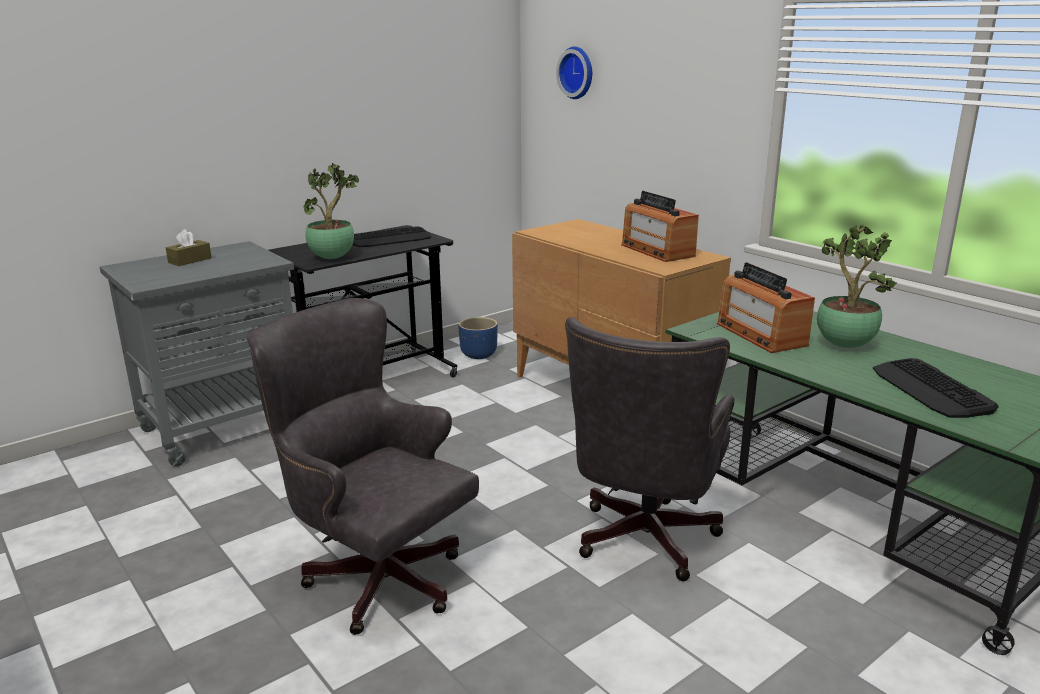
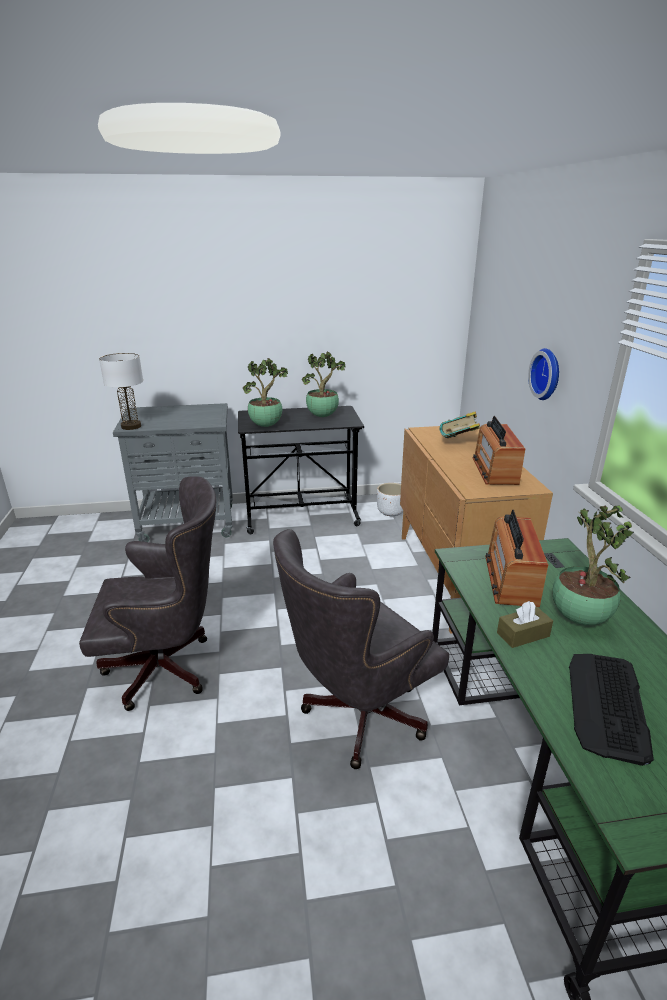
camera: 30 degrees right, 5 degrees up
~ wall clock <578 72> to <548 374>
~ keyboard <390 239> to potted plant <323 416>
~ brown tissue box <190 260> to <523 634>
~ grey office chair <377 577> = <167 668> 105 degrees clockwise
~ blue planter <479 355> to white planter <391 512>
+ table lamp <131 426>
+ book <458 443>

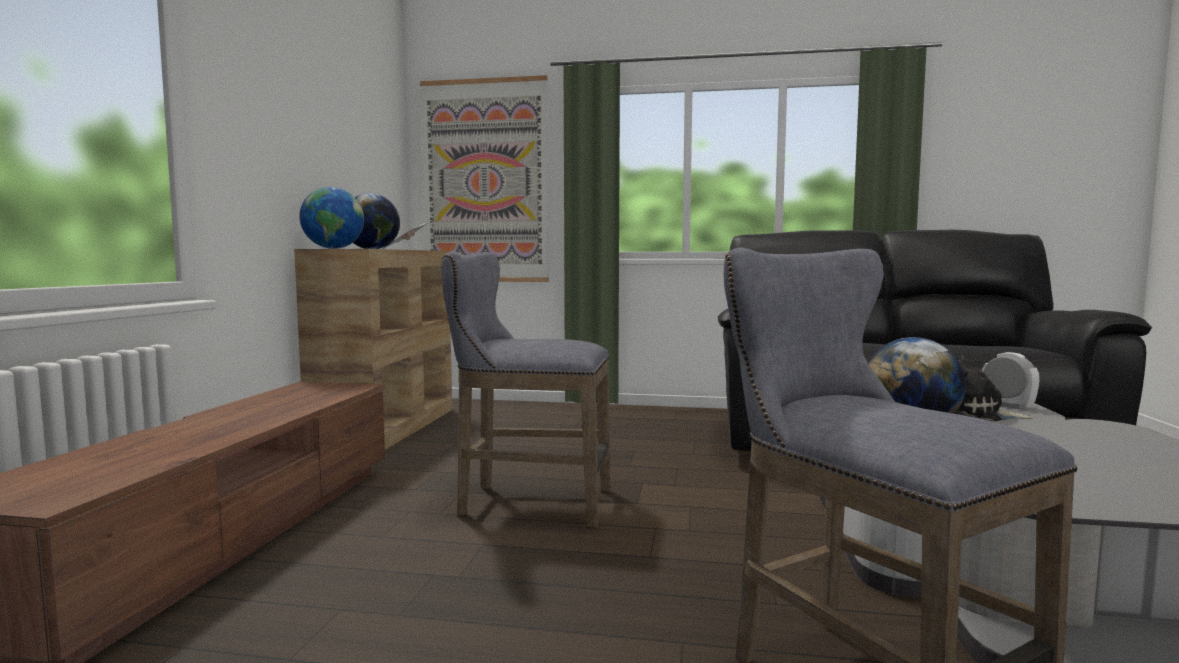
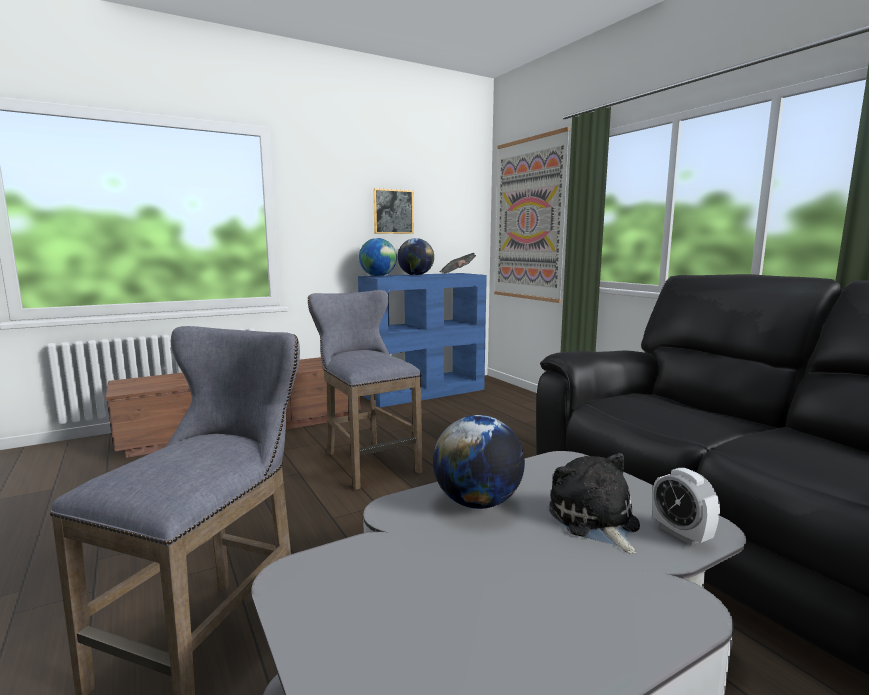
camera: 50 degrees right, 5 degrees up
~ brown bookcase <385 428> to blue bookcase <423 392>
~ alarm clock <1007 405> = <681 534> 135 degrees clockwise
+ picture <393 211>

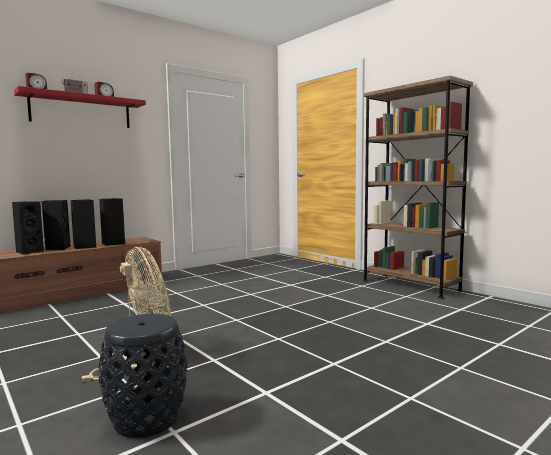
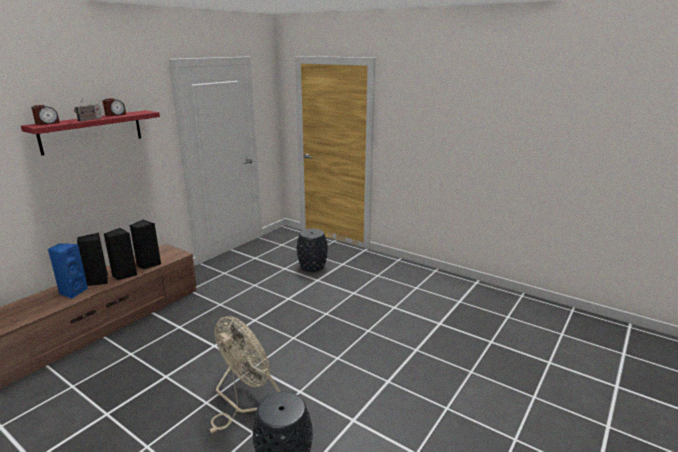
camera: 15 degrees left, 15 degrees up
- brown bookcase <410 285>
~ black speaker <28 252> to blue speaker <73 292>
+ black stool <312 266>

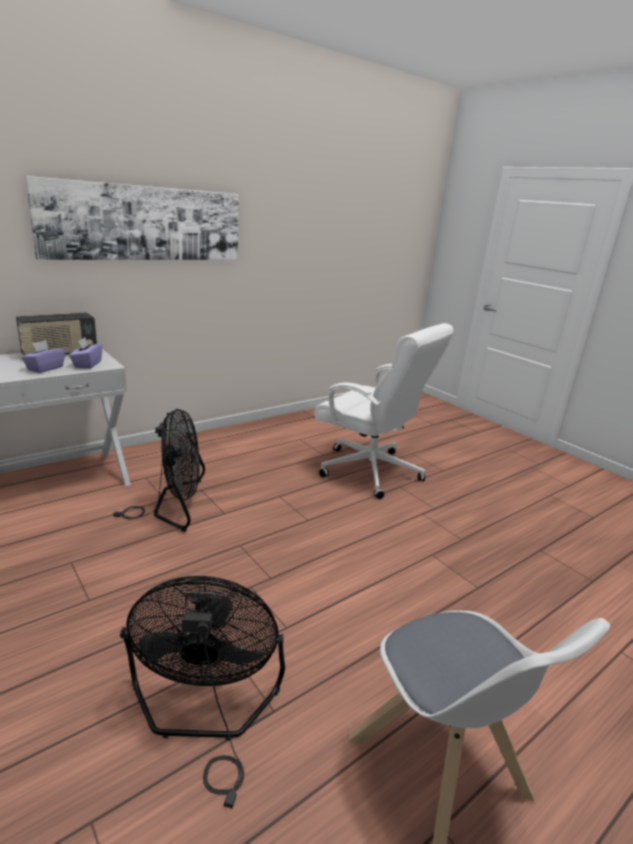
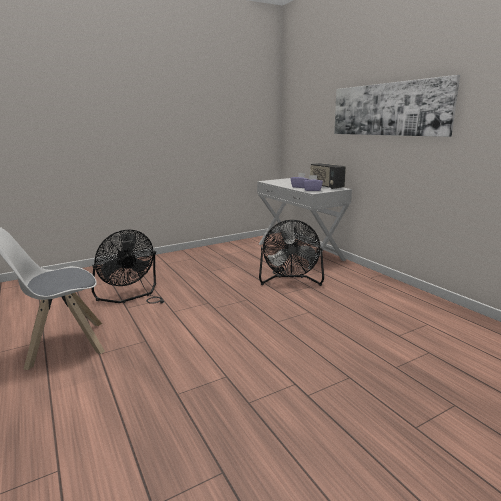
camera: 100 degrees right, 5 degrees down
- white office chair <369 470>
~ black fan <206 716> = <134 295> 135 degrees counterclockwise

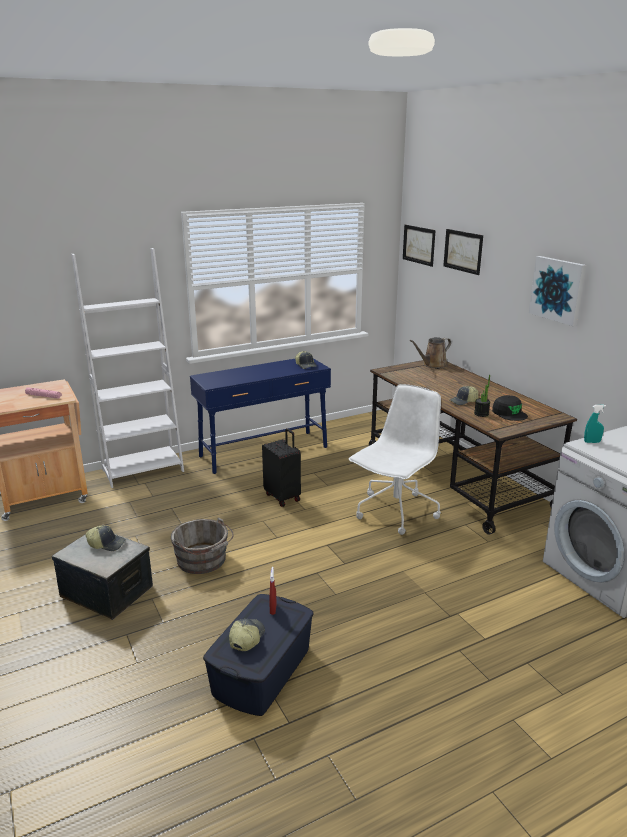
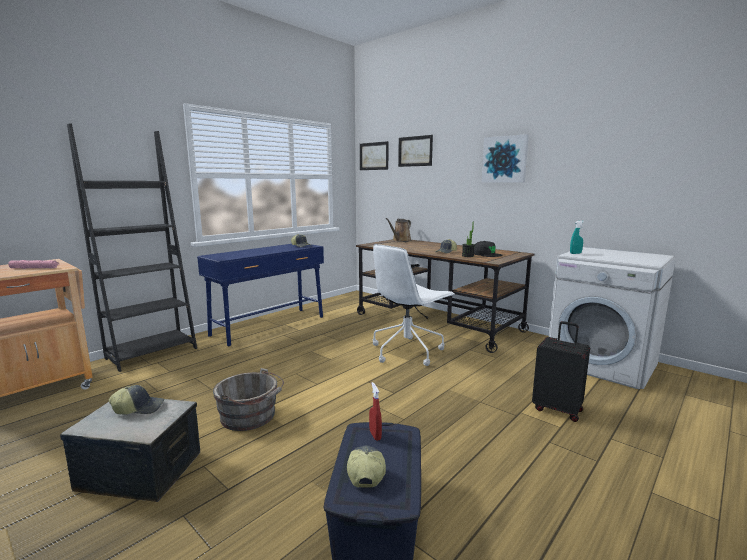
camera: 20 degrees left, 10 degrees down
~ white bookcase <143 470> to black bookcase <152 353>
~ white office chair <394 513> = <409 351> 150 degrees counterclockwise
~ black suitcase <283 497> to <557 409>

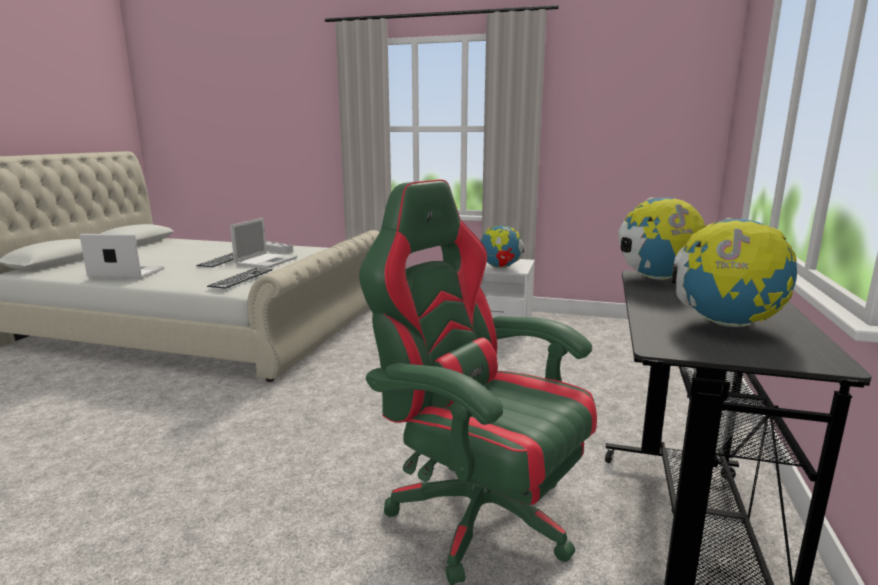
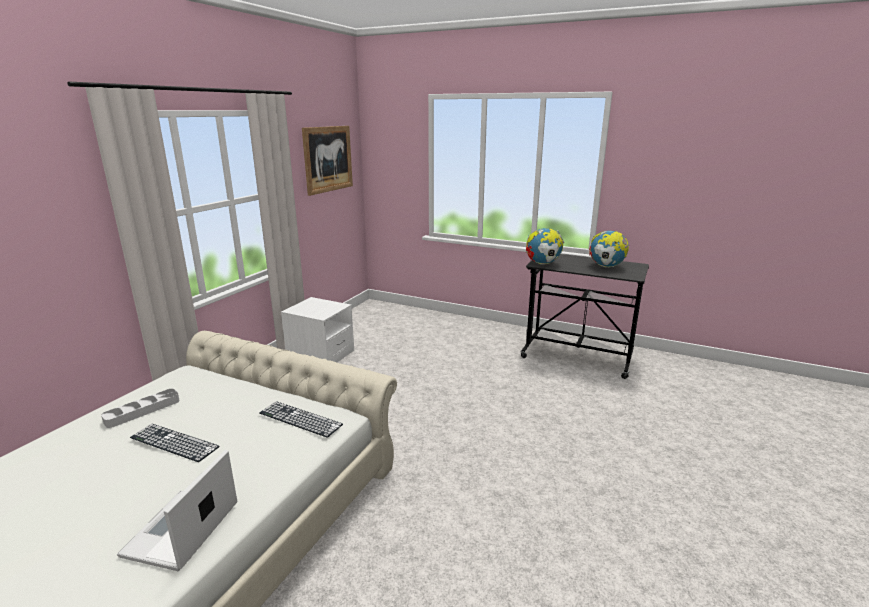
camera: 80 degrees left, 5 degrees up
- green office chair <482 515>
- laptop <267 261>
- globe <500 268>
+ picture <328 159>

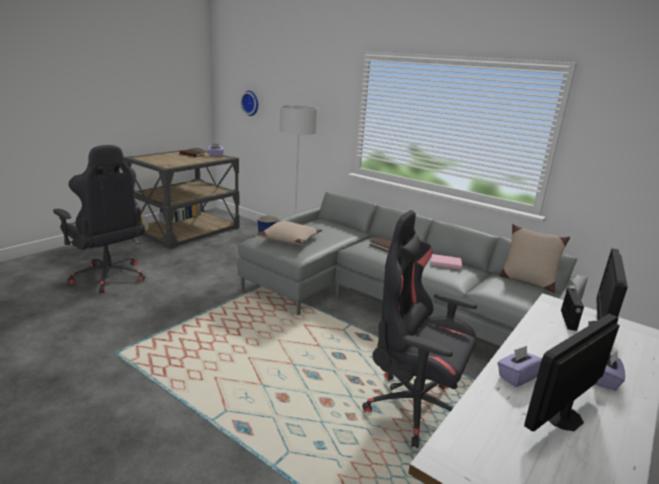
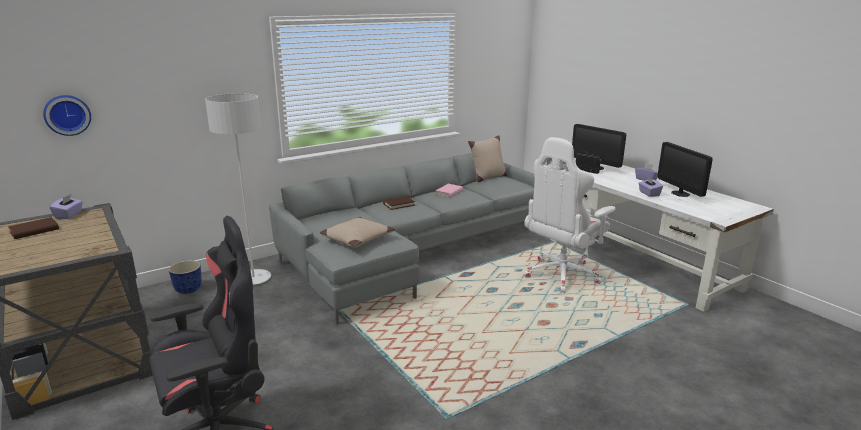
camera: 70 degrees left, 0 degrees up
~ black office chair <416 409> to white office chair <562 275>

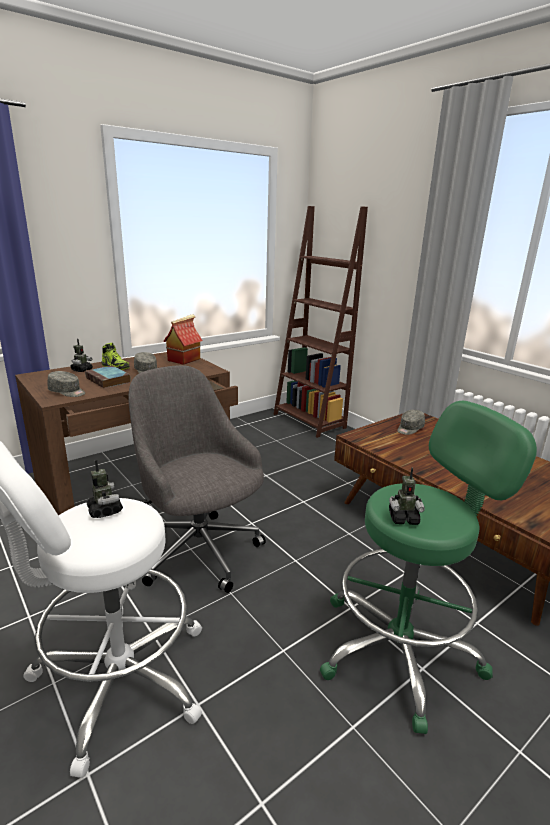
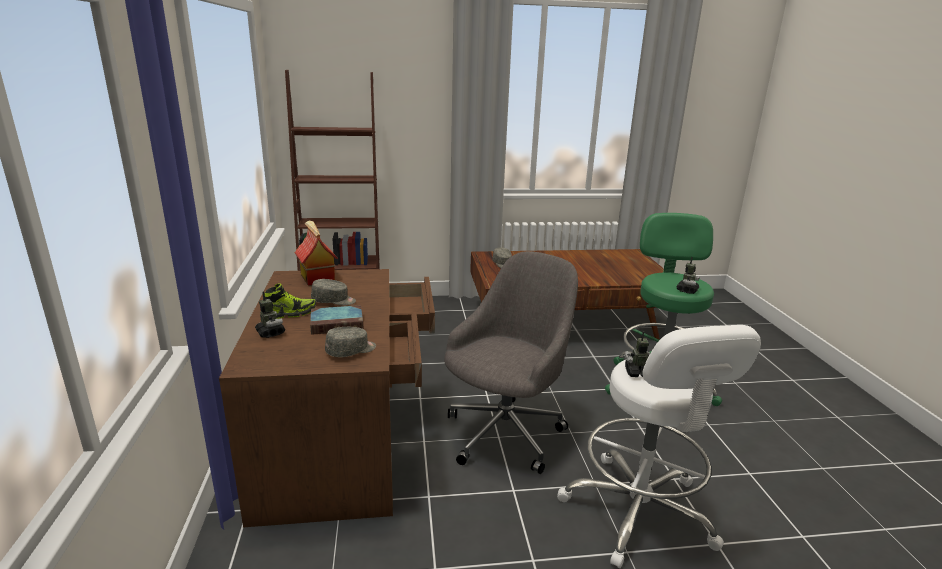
camera: 60 degrees left, 0 degrees up
~ grey office chair <198 550> = <505 433> 135 degrees clockwise

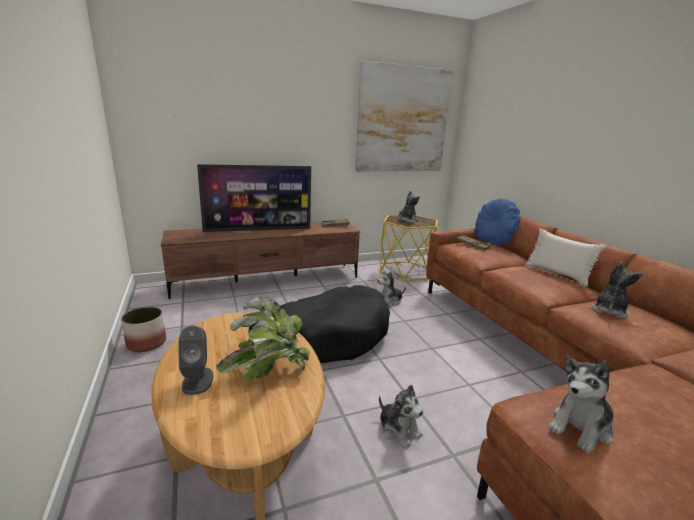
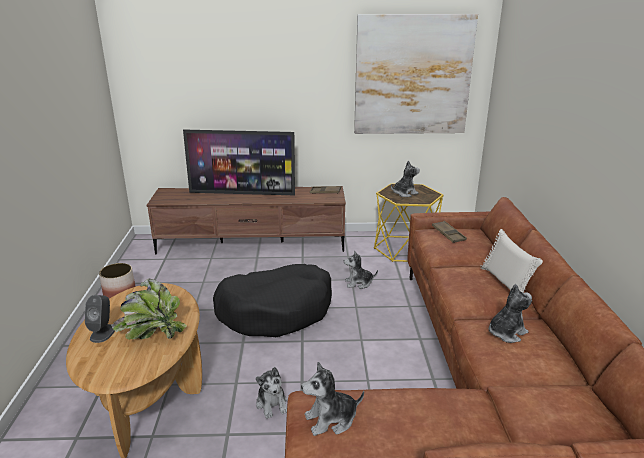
camera: 20 degrees right, 5 degrees up
- blue pillow <493 242>

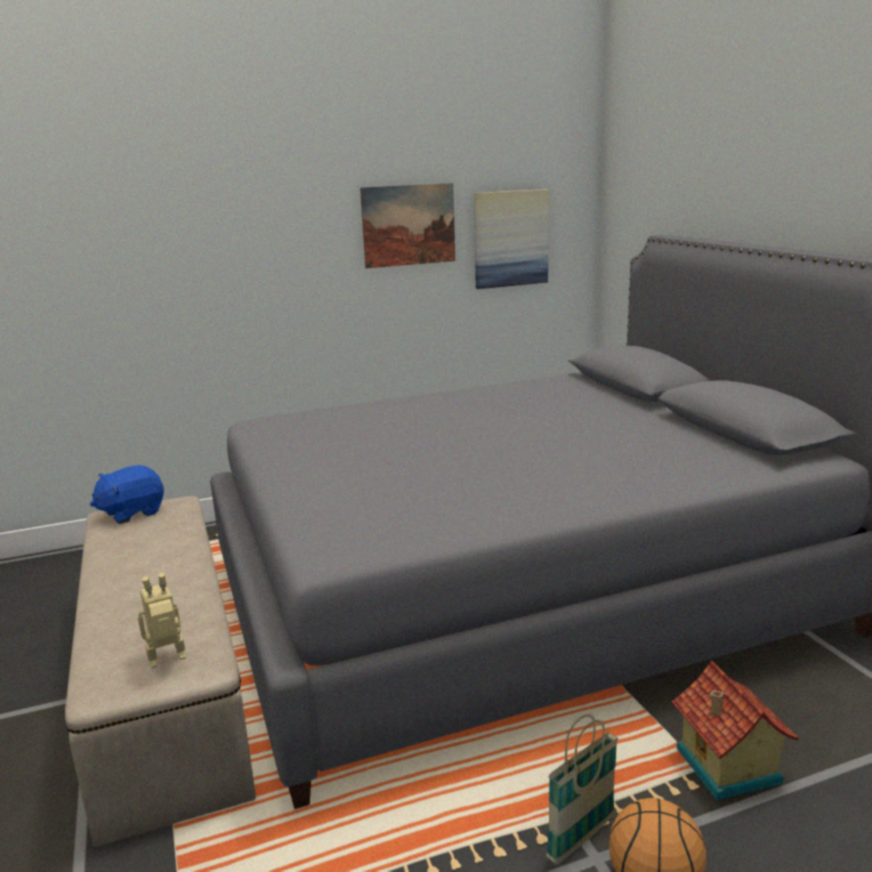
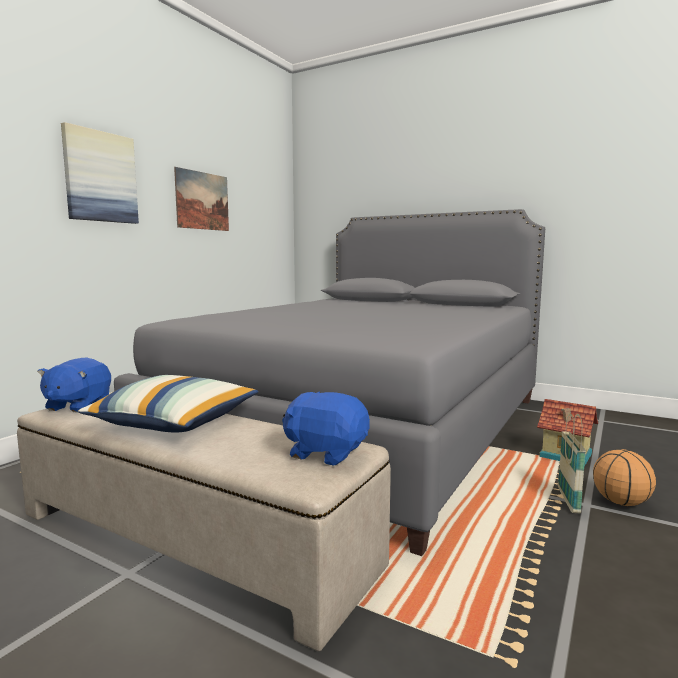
camera: 40 degrees left, 10 degrees down
~ picture <510 238> to <100 177>
~ toy robot <168 661> to blue plush toy <326 452>
+ pillow <175 422>

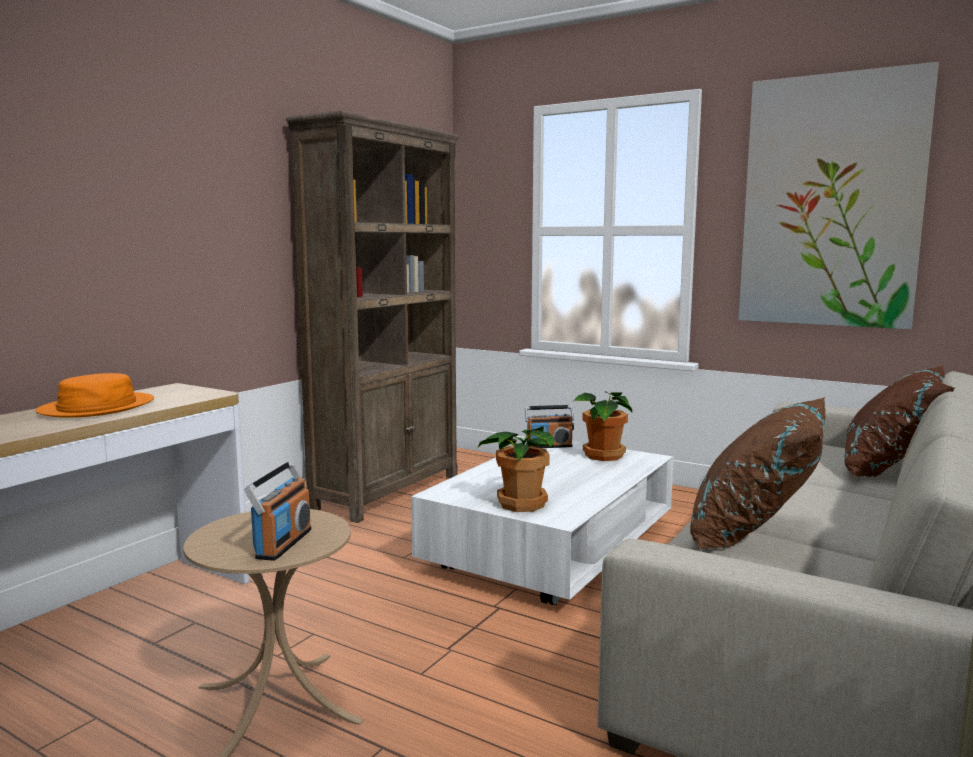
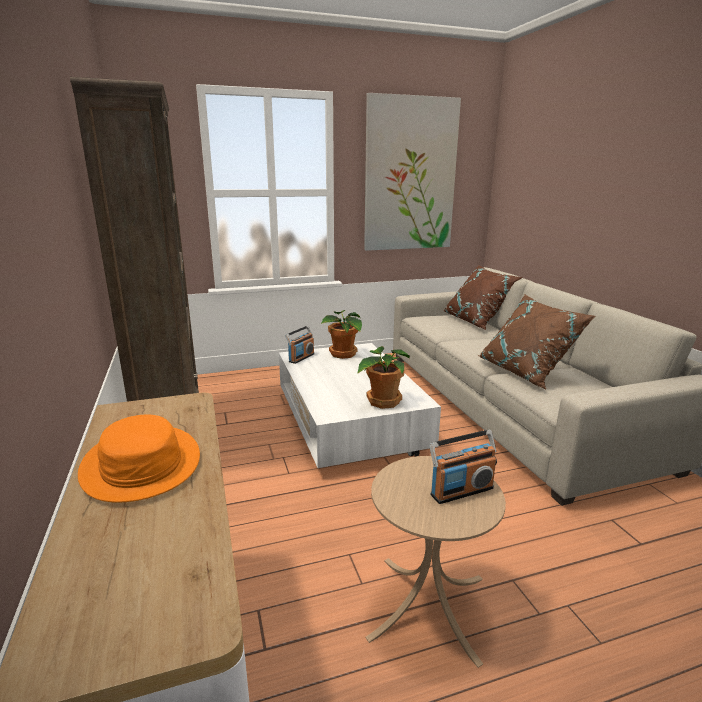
camera: 50 degrees left, 10 degrees up
~ radio <283 543> = <461 491> 105 degrees clockwise

